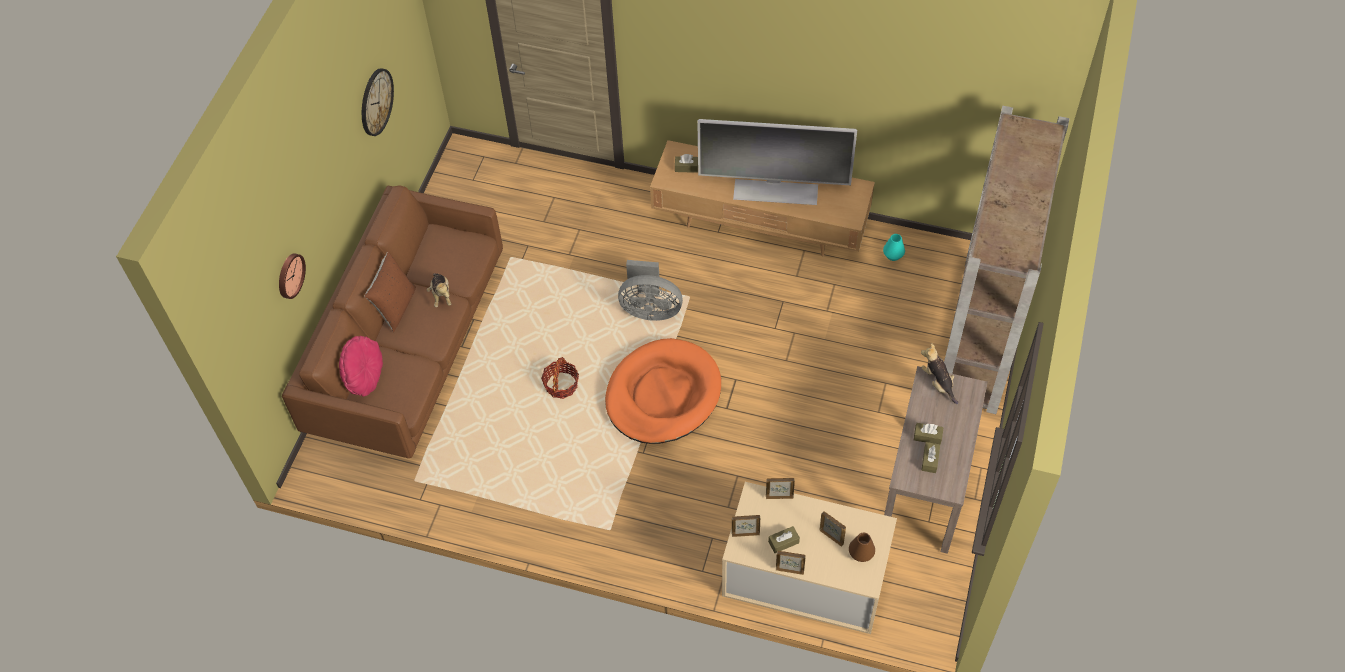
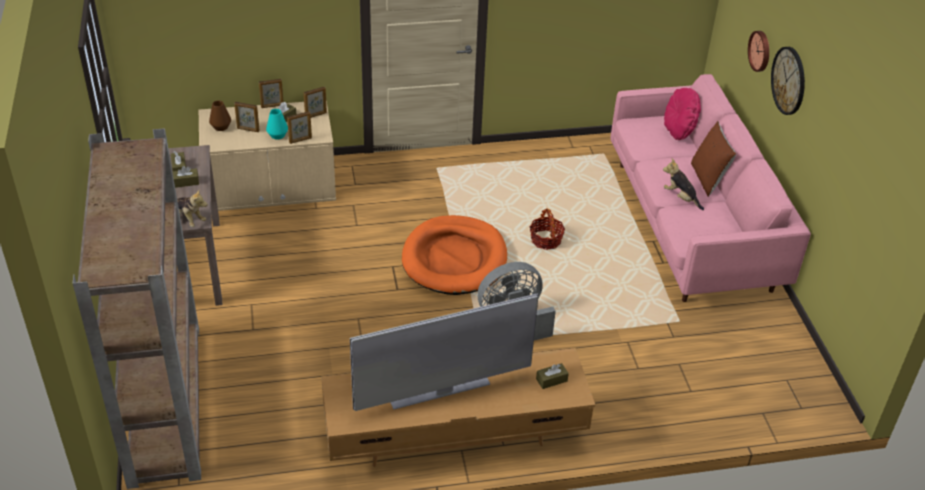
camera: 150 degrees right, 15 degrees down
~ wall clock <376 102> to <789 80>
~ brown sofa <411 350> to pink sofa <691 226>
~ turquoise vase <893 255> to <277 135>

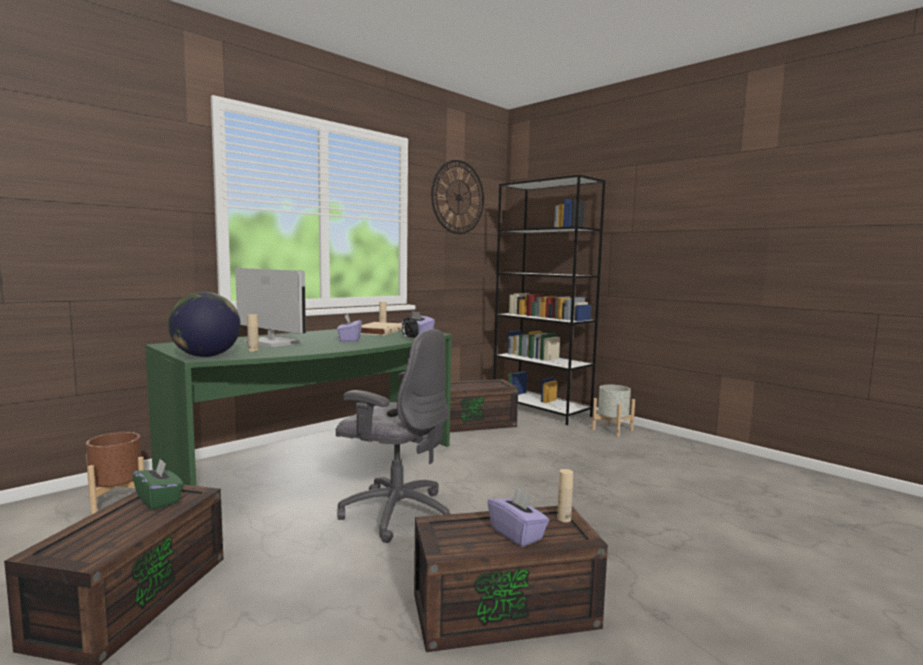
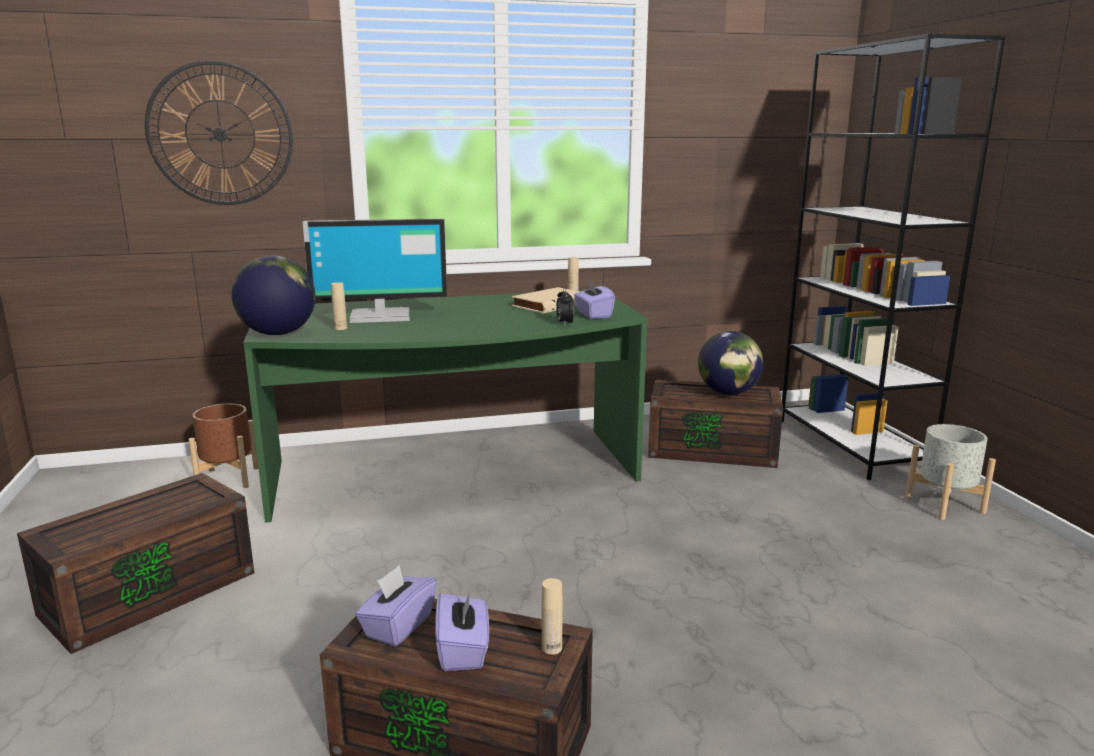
camera: 30 degrees right, 10 degrees up
~ wall clock <458 197> to <220 134>
~ monitor <269 343> = <380 316> 105 degrees clockwise
~ purple tissue box <349 340> to <398 626>
- grey office chair <395 512>
- green tissue box <159 500>
+ globe <728 393>

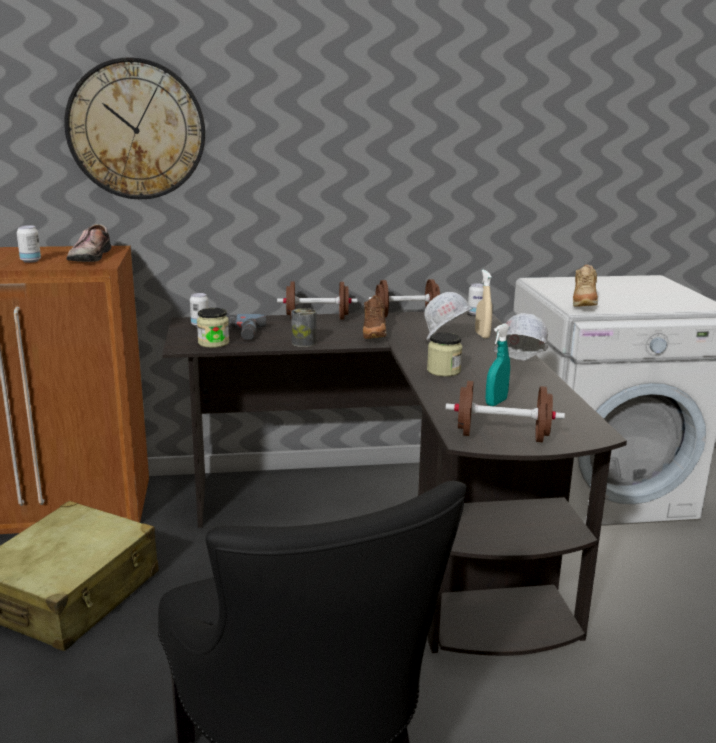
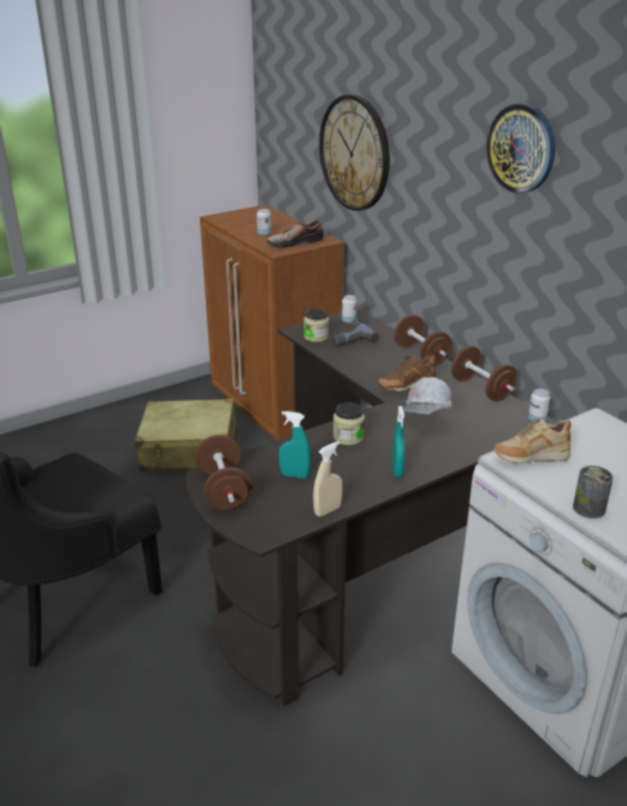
camera: 65 degrees right, 10 degrees up
~ beige spray bottle <482 335> to <327 510>
~ can <304 343> to <589 508>
~ white hard hat <518 366> to turquoise spray bottle <397 471>
+ wall clock <521 148>

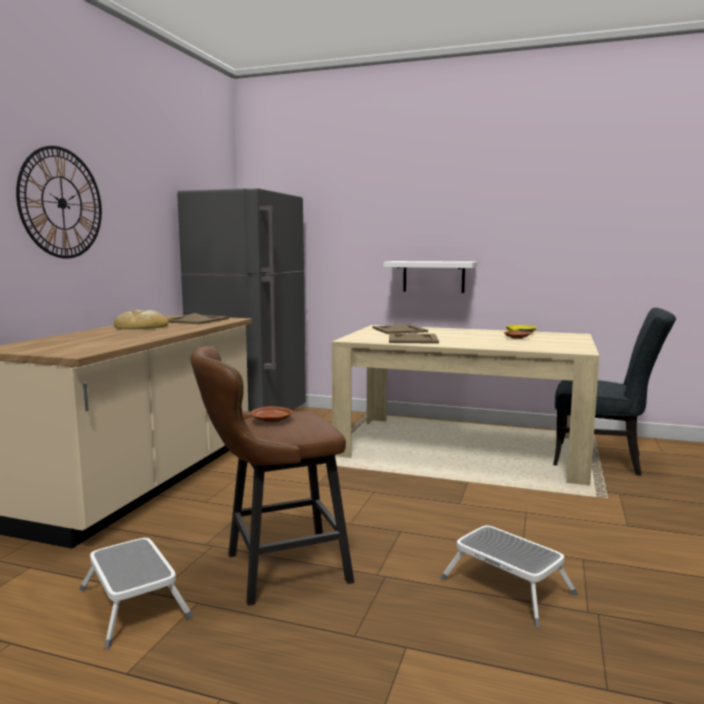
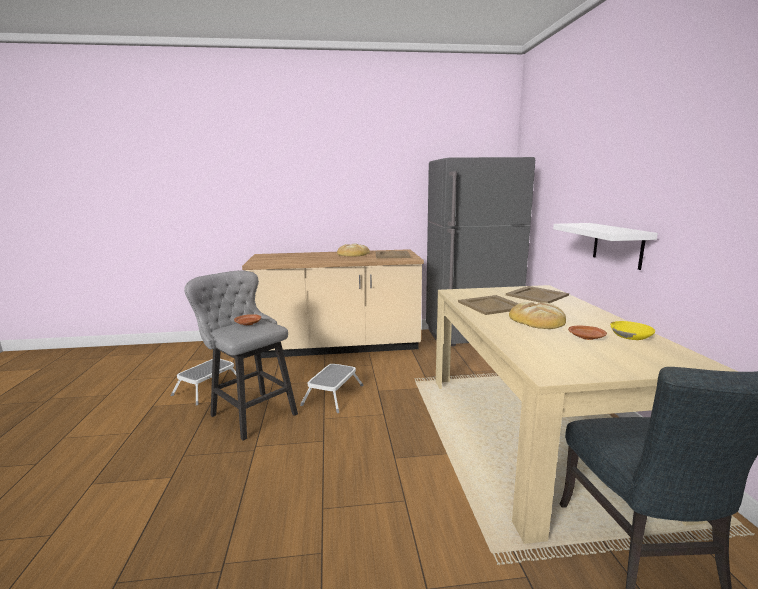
camera: 65 degrees right, 5 degrees up
- wall clock <62 203>
~ brown stool <271 571> to grey stool <248 411>
~ grey step ladder <507 586> to <333 395>
+ bread <537 320>

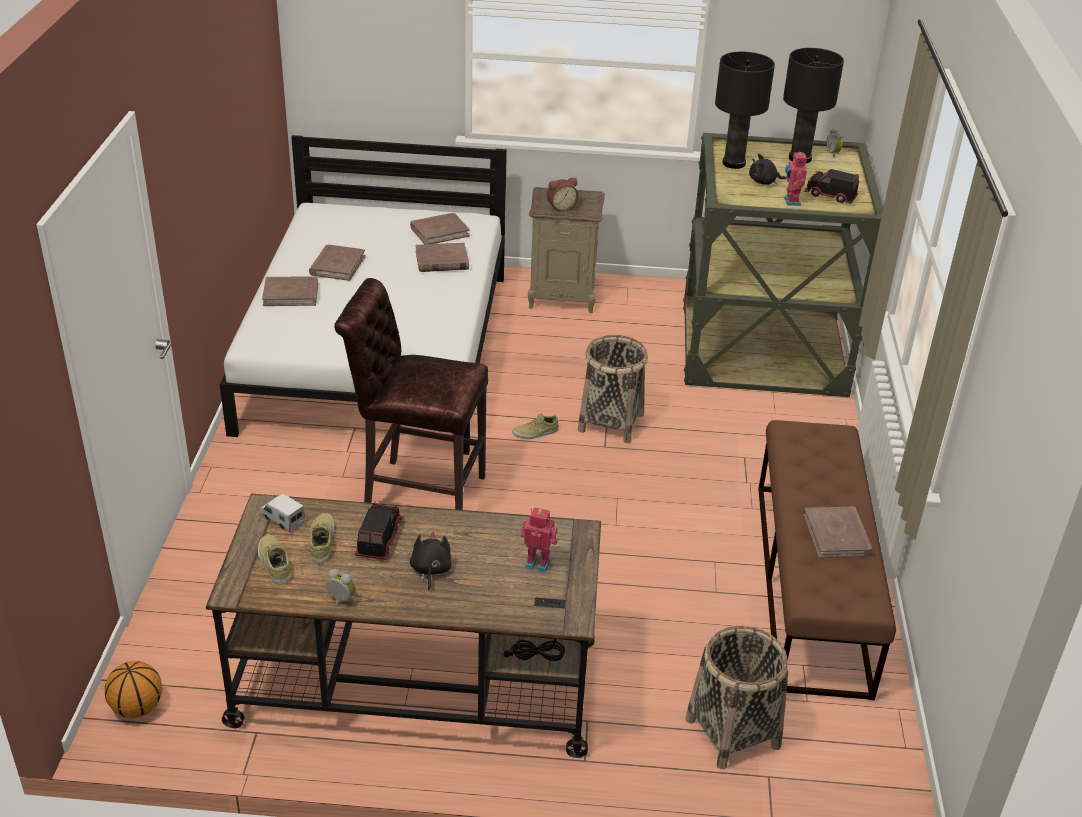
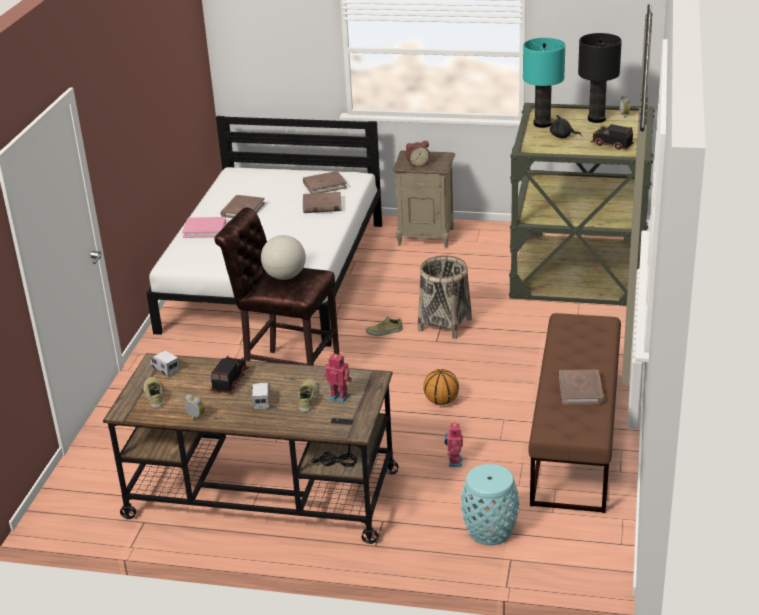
camera: 10 degrees right, 5 degrees down
~ black table lamp <733 163> to turquoise table lamp <542 124>
~ toy robot <791 201> to <454 462>
~ brown book <291 294> to pink book <205 229>
~ beige shoe <321 541> to <306 398>
~ black plush toy <430 570> to toy truck <261 400>
~ basket <732 733> to turquoise stool <489 531>
~ basketball <137 708> to <441 401>
+ globe <285 276>

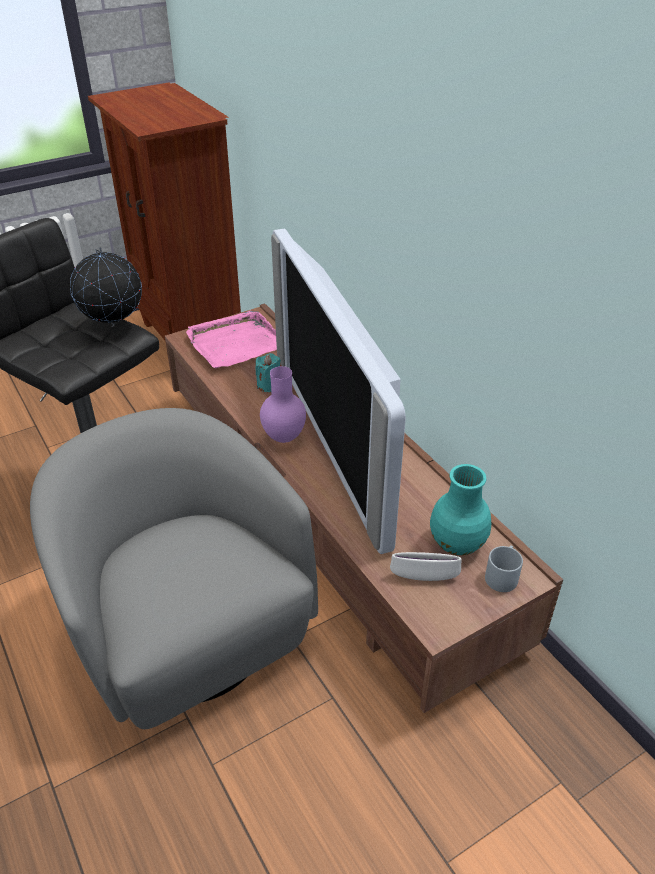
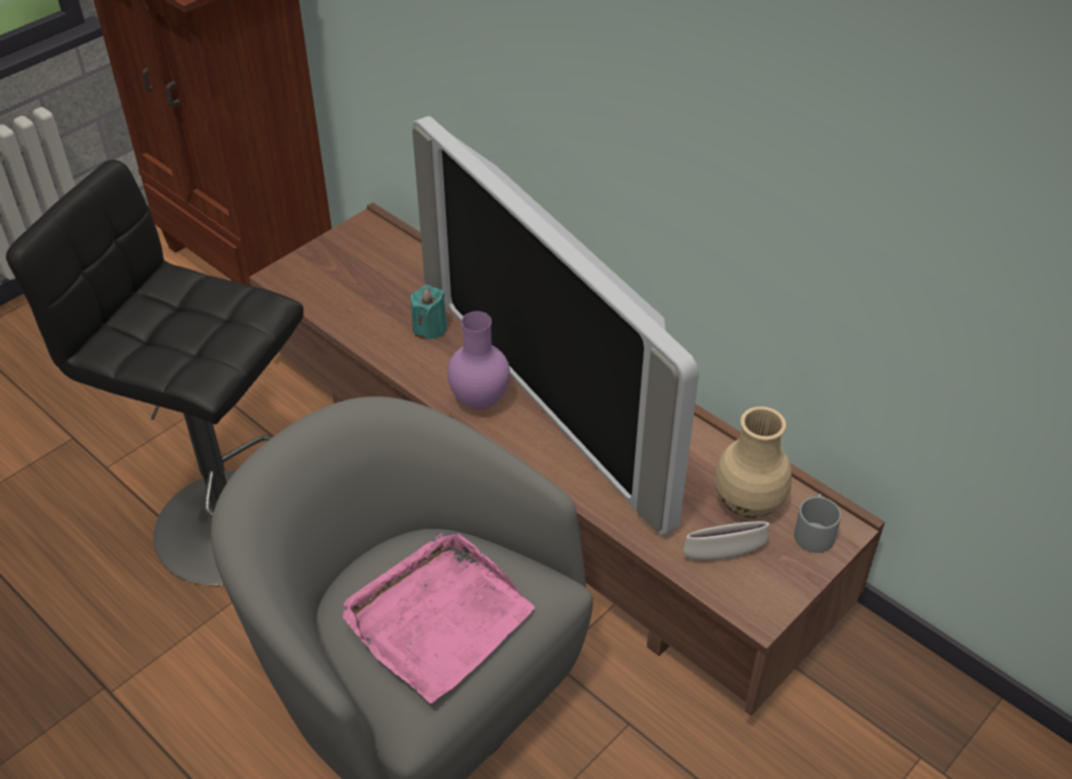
camera: 15 degrees left, 5 degrees up
- globe <114 326>
~ pink tray <234 343> to <438 618>
~ turquoise vase <456 543> to beige vase <747 502>

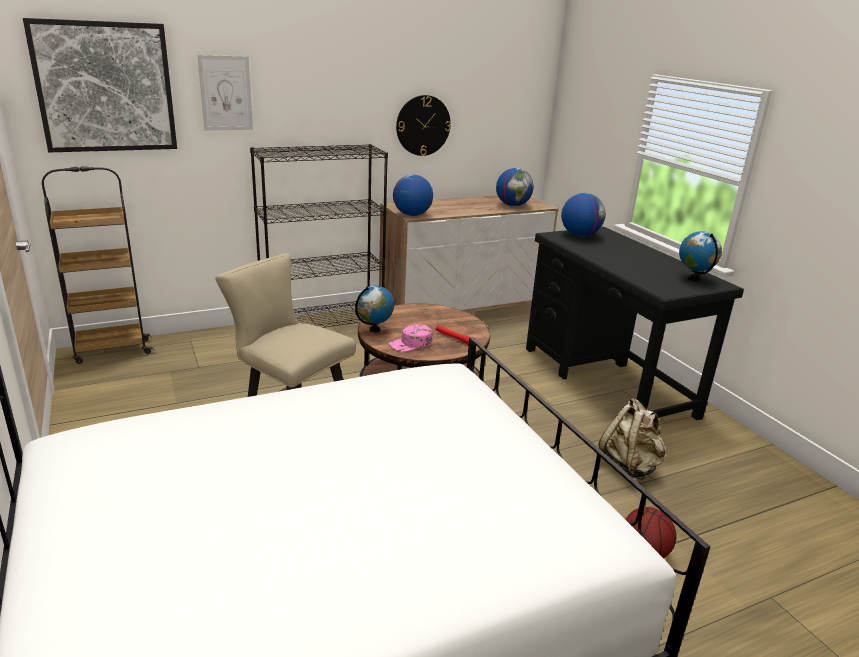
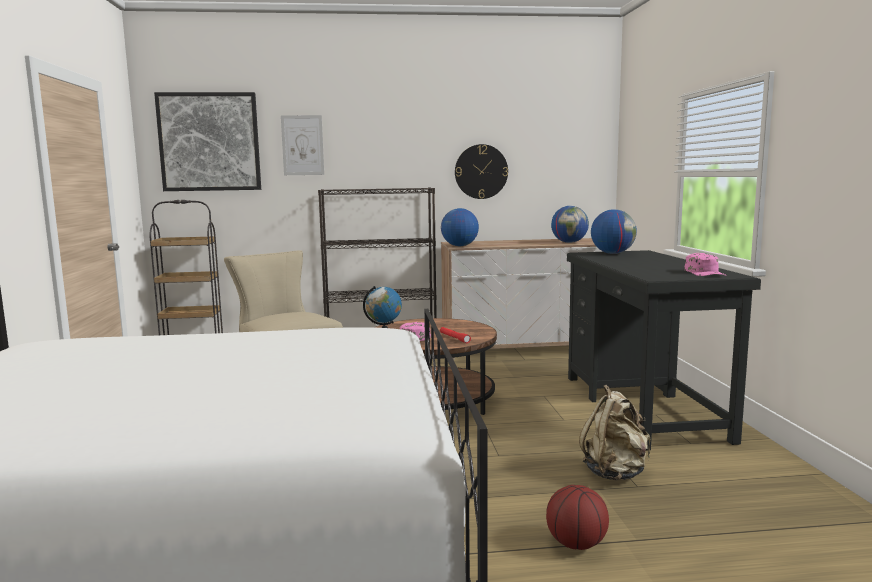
camera: 20 degrees right, 15 degrees down
~ globe <694 279> to pink cap <705 273>

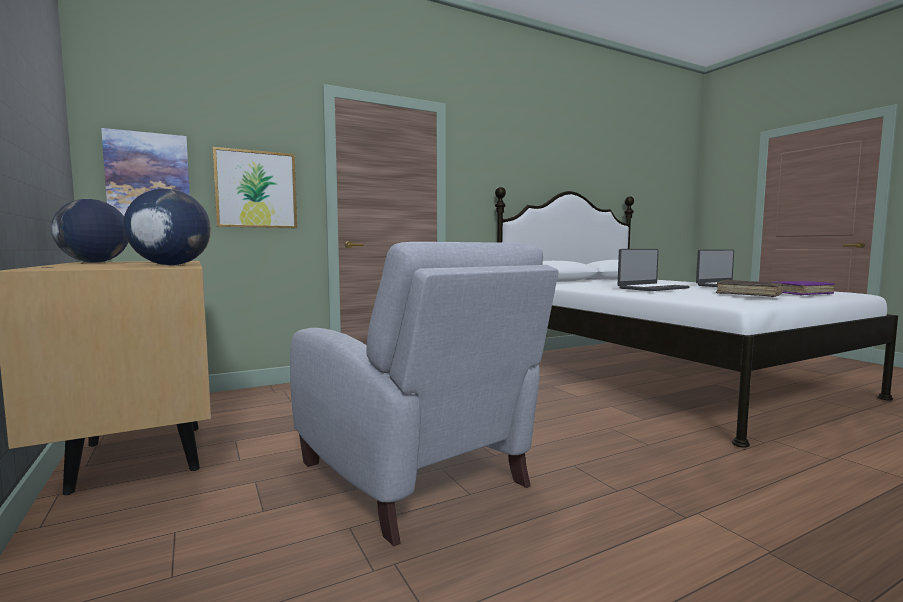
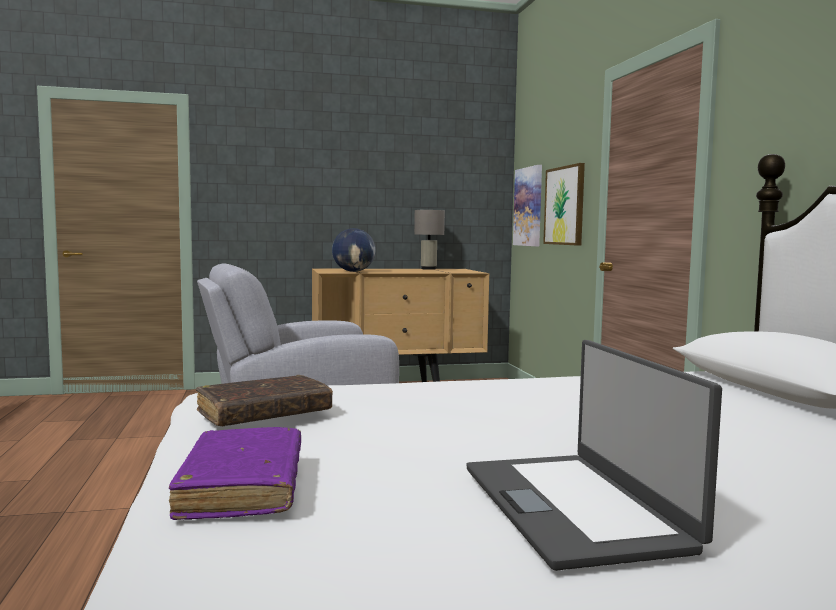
camera: 105 degrees right, 0 degrees up
~ globe <94 262> to grey table lamp <428 269>
- laptop <652 288>

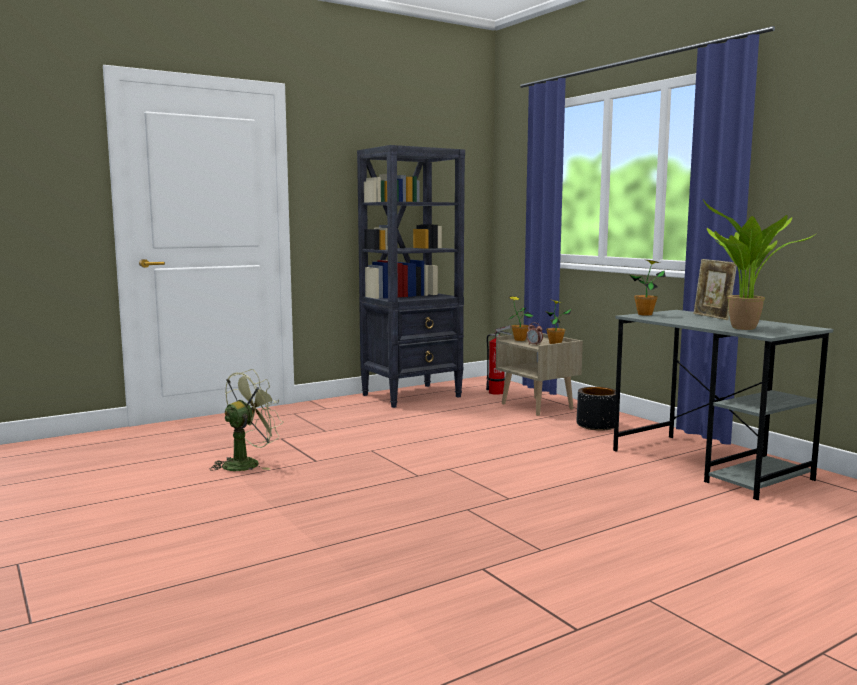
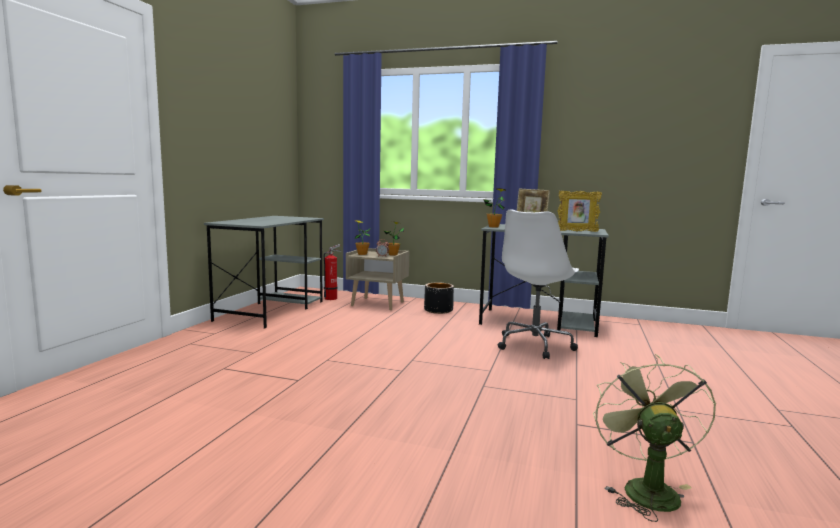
camera: 40 degrees left, 0 degrees up
~ black bookcase <412 396> to grey desk <271 310>
~ potted plant <743 329> to picture frame <576 231>
~ green fan <247 463> to <644 488>
+ white office chair <533 346>

